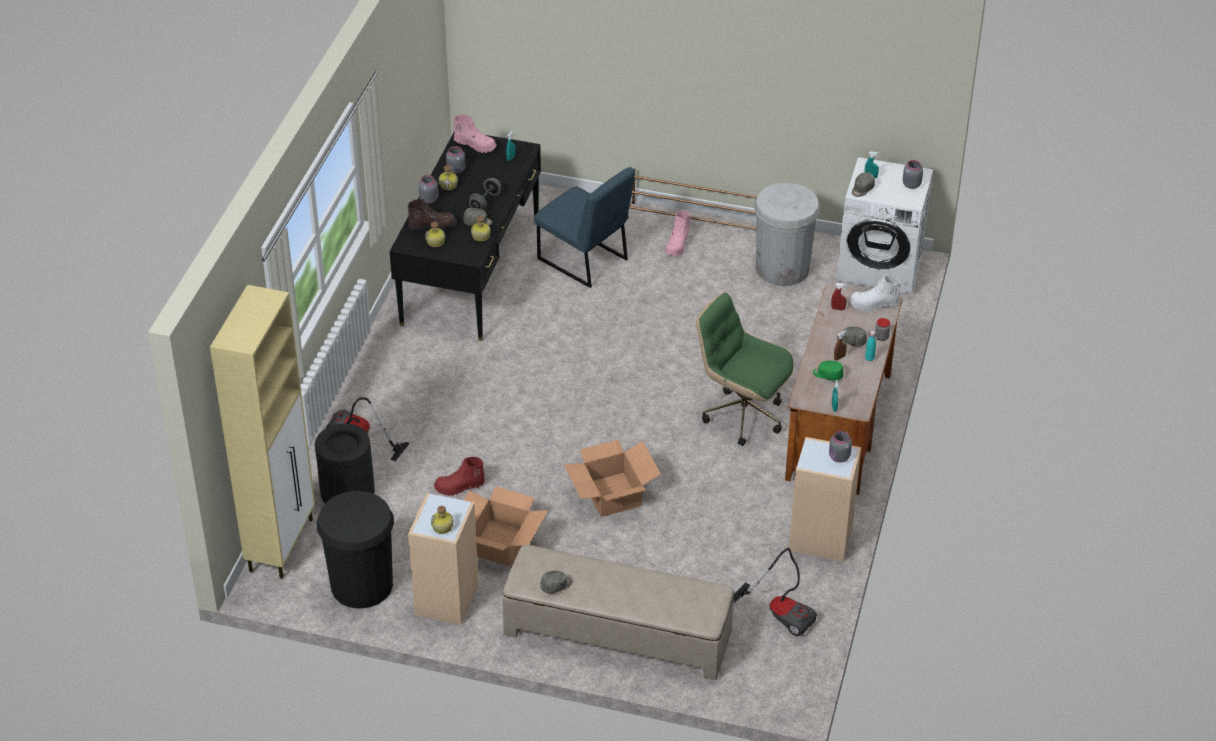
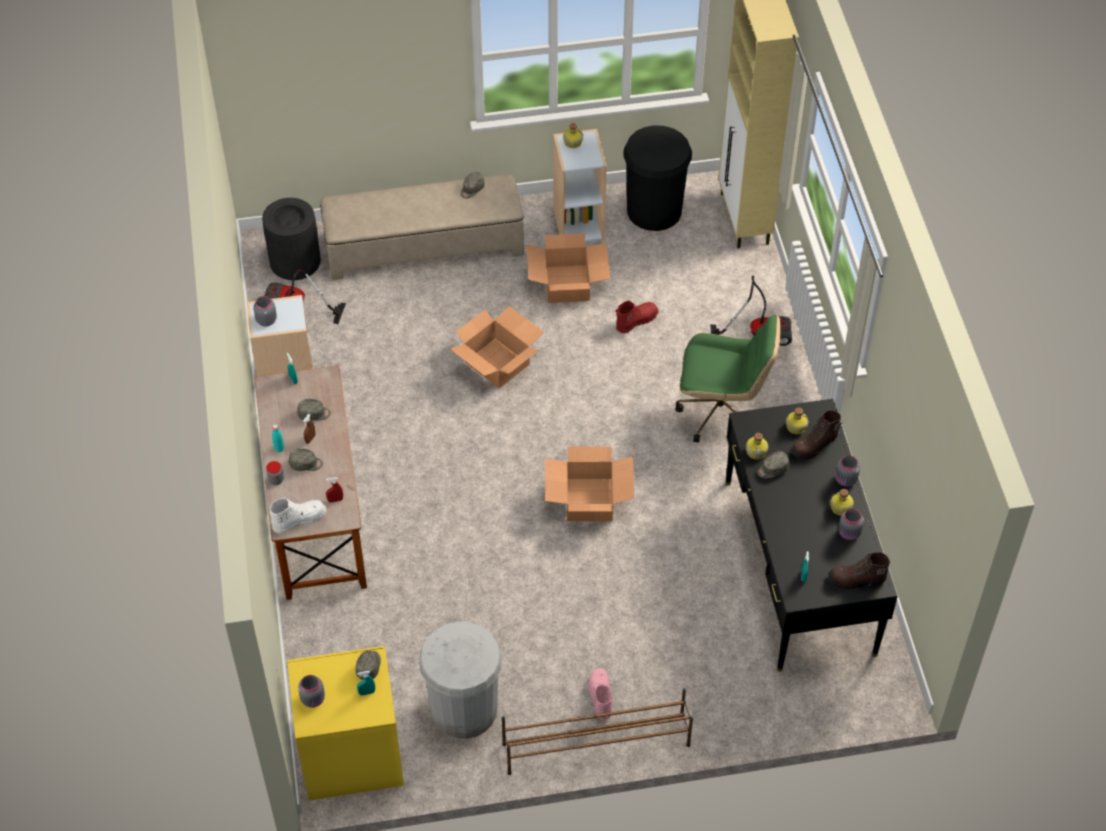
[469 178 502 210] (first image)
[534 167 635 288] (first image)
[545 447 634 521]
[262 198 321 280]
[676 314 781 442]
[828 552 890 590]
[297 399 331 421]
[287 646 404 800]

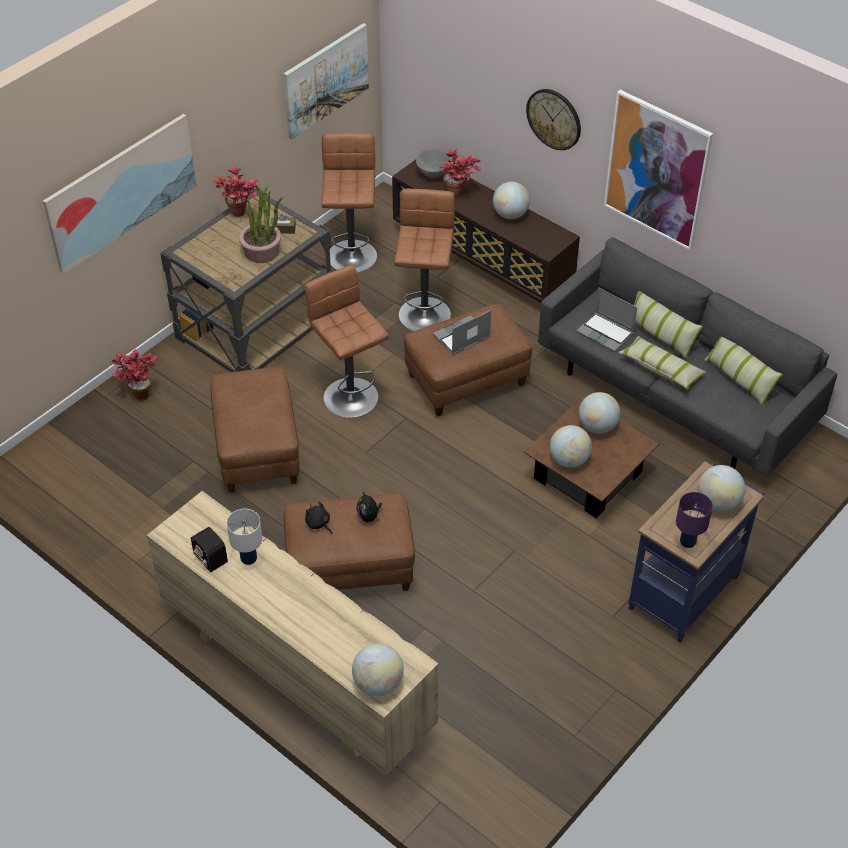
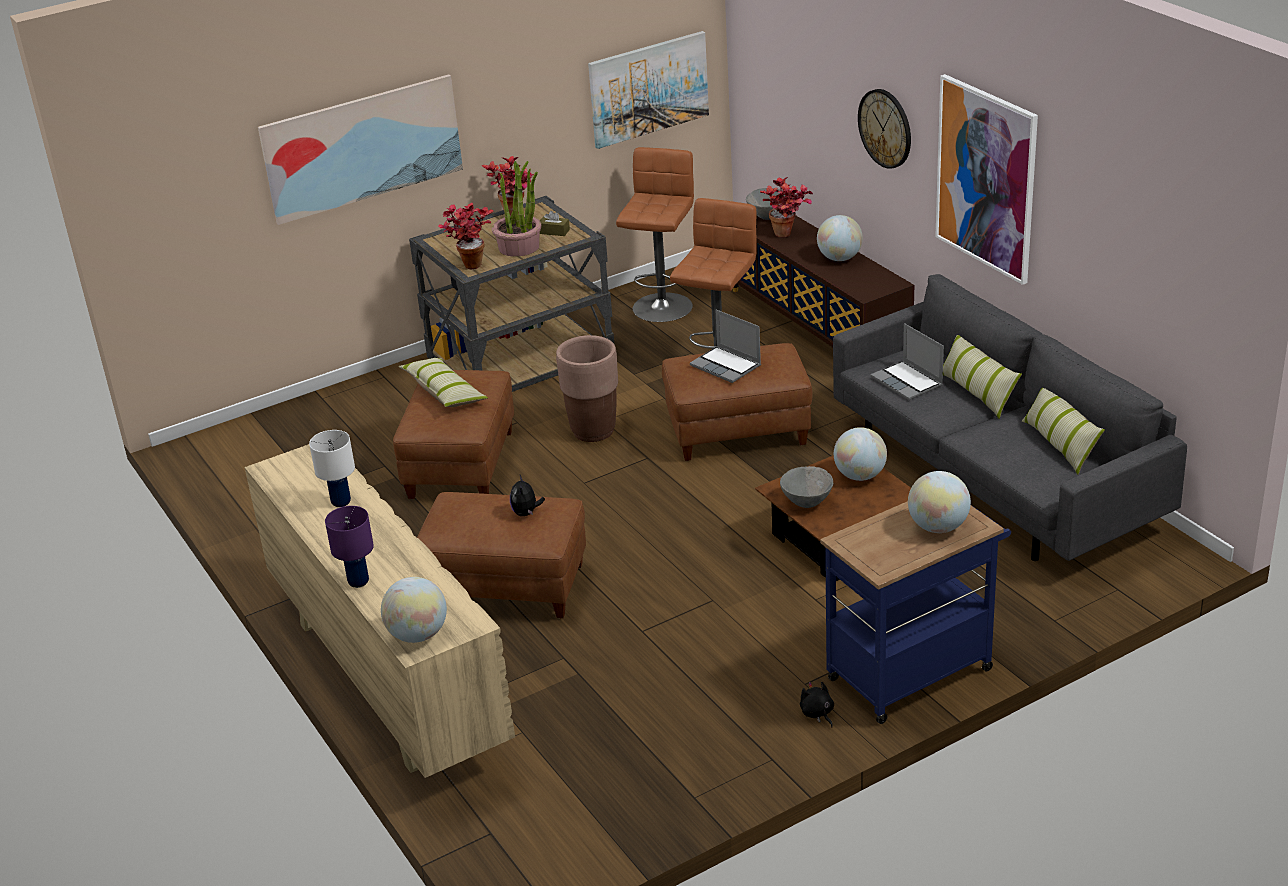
[185 527 228 572] (first image)
[438 203 493 269]
[800 682 834 727]
[399 358 488 407]
[325 506 374 588]
[556 335 618 442]
[780 466 833 508]
[690 310 761 383]

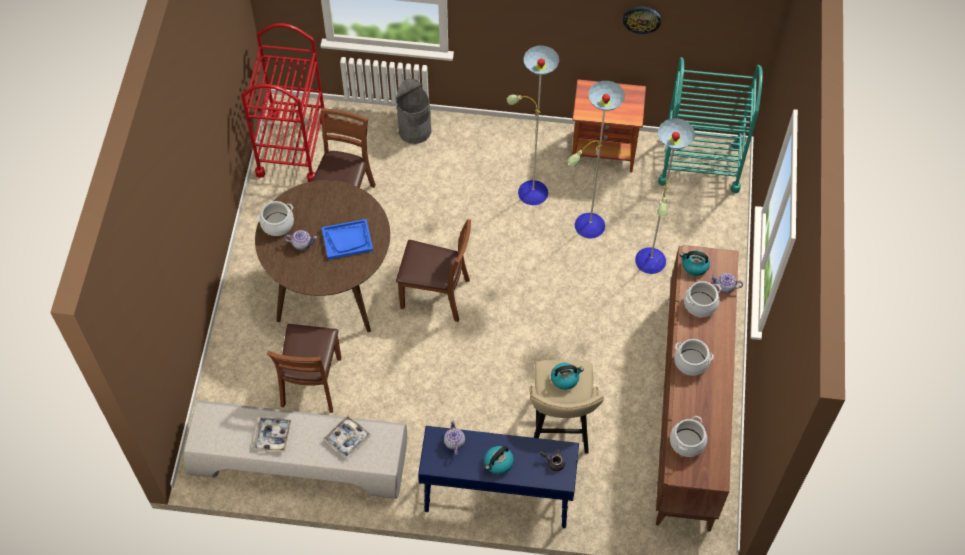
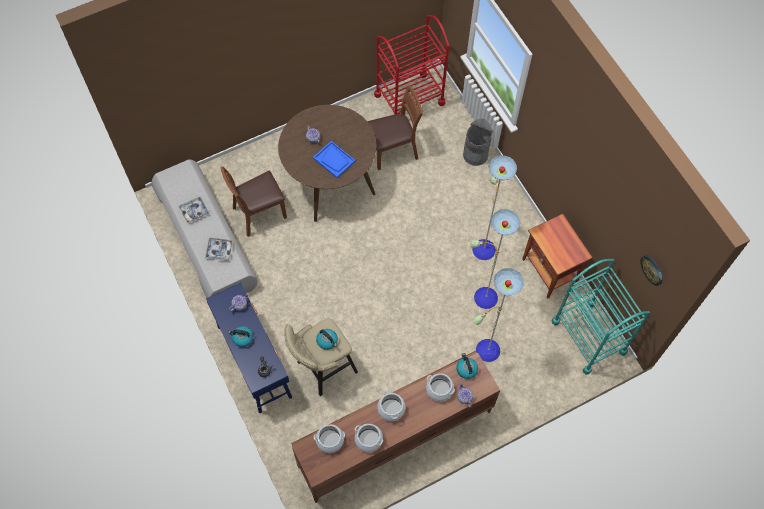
[396 219 471 322] (first image)
[355 424 383 452]
[640 255 663 286]

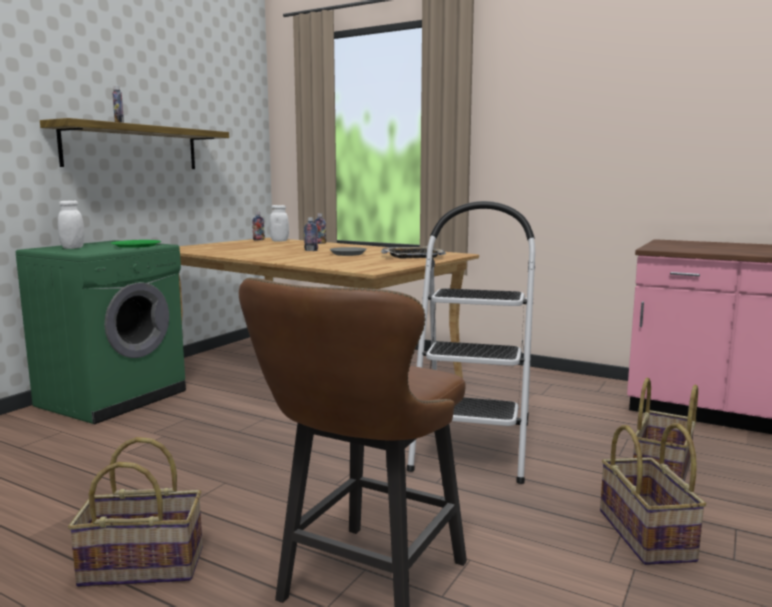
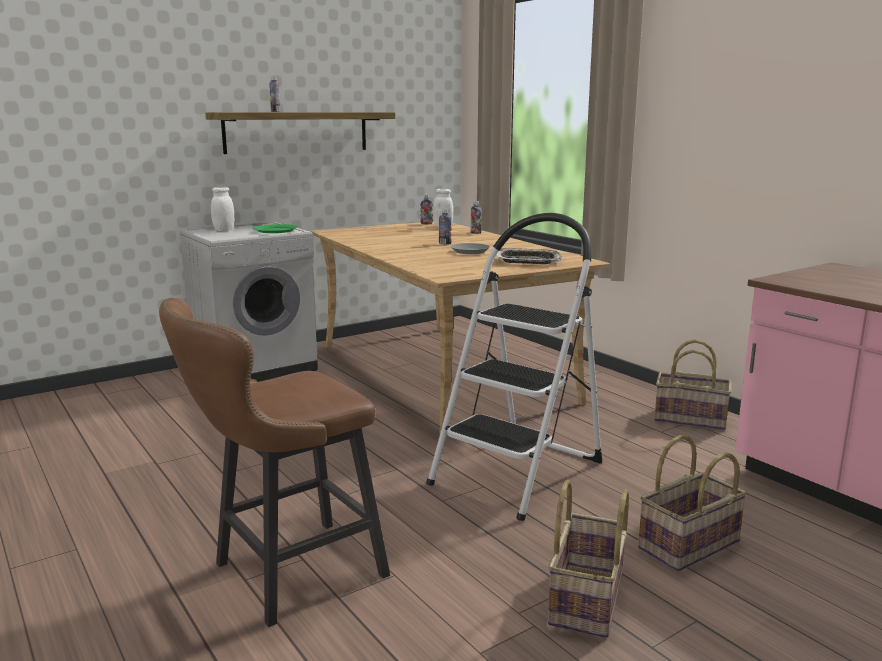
[654 339 731 430]
[180 221 318 382]

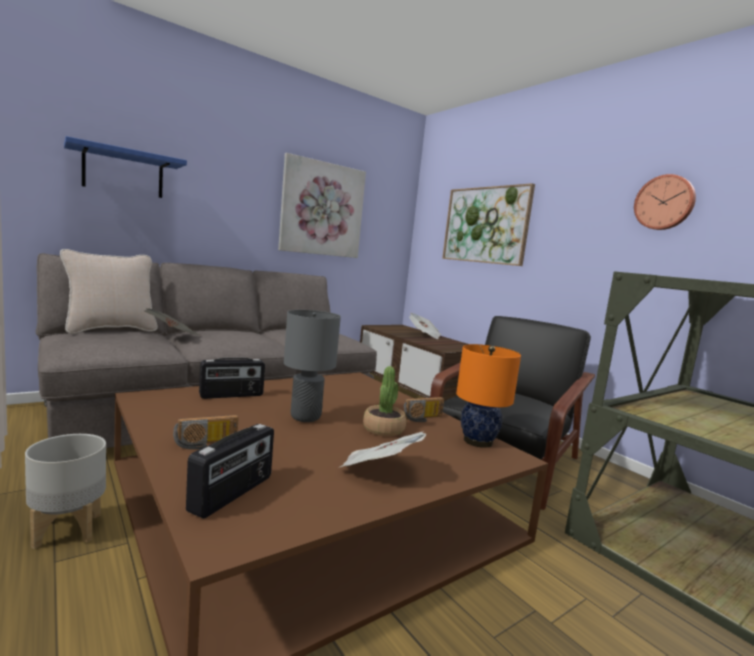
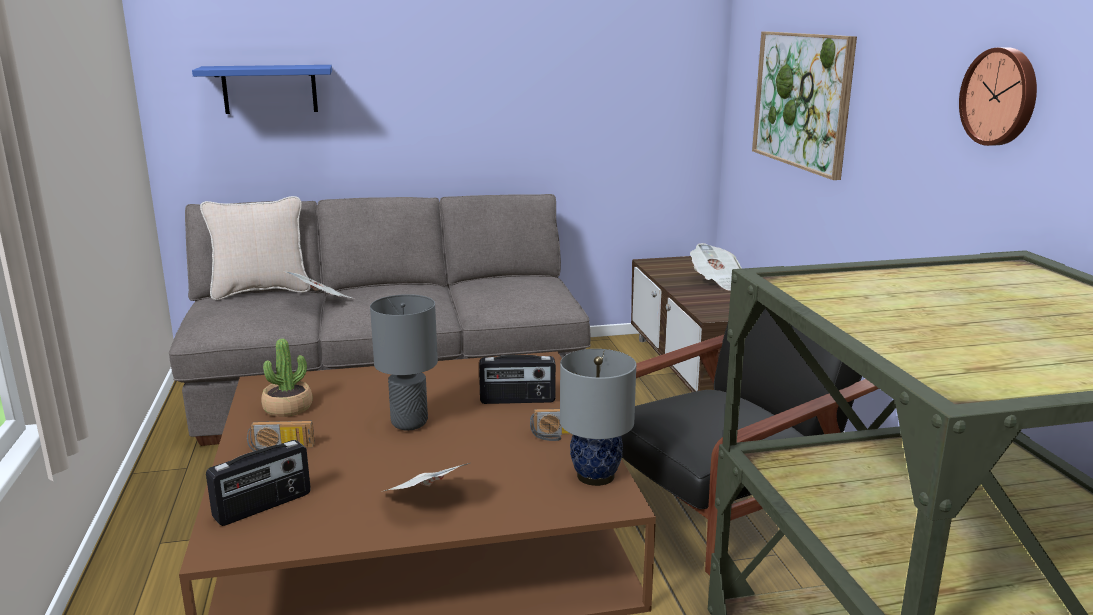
[25 434 106 549] (first image)
[278 153 366 258] (first image)
[479 355 556 404]
[261 339 313 417]
[560 349 636 486]

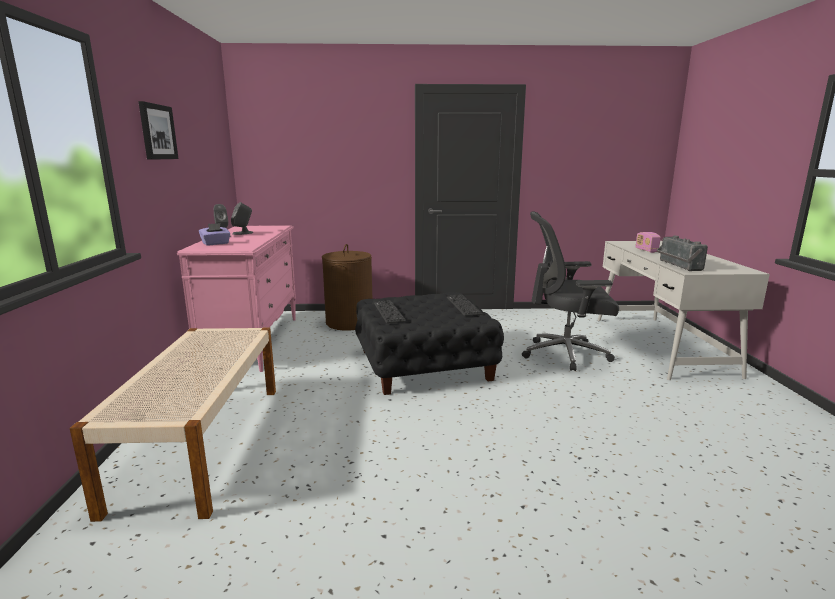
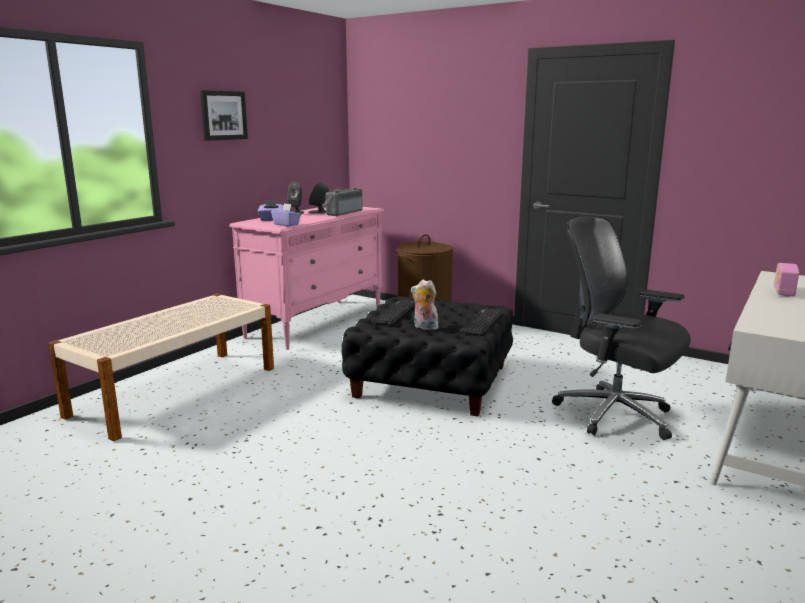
[271 203 301 226]
[411 279 439 330]
[322 187 363 216]

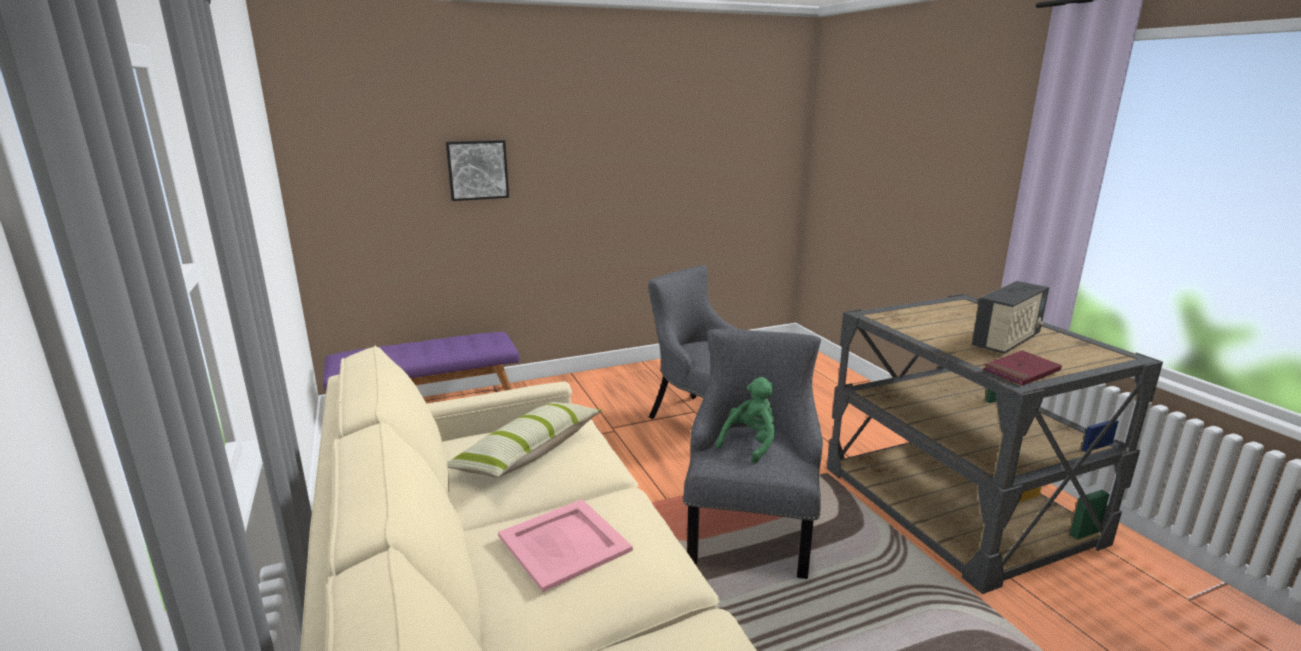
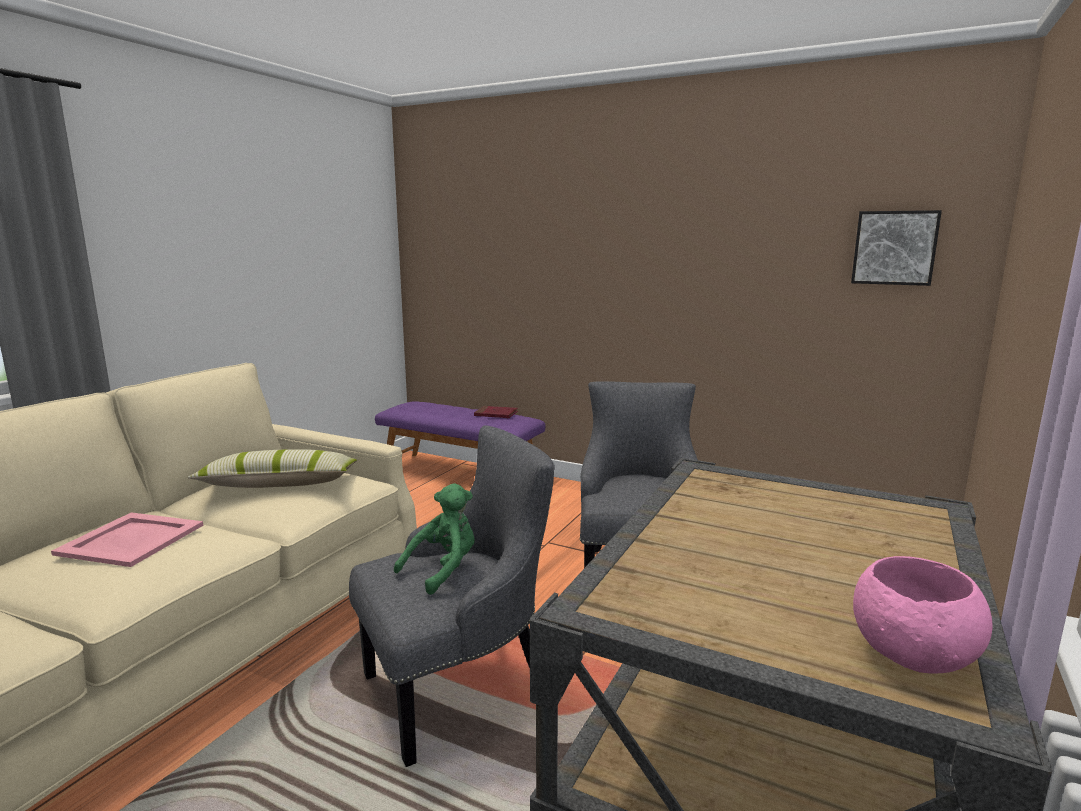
[972 281 1049 354] (first image)
[853 556 992 674]
[851 210 942 286]
[474 406 518 418]
[394 483 475 595]

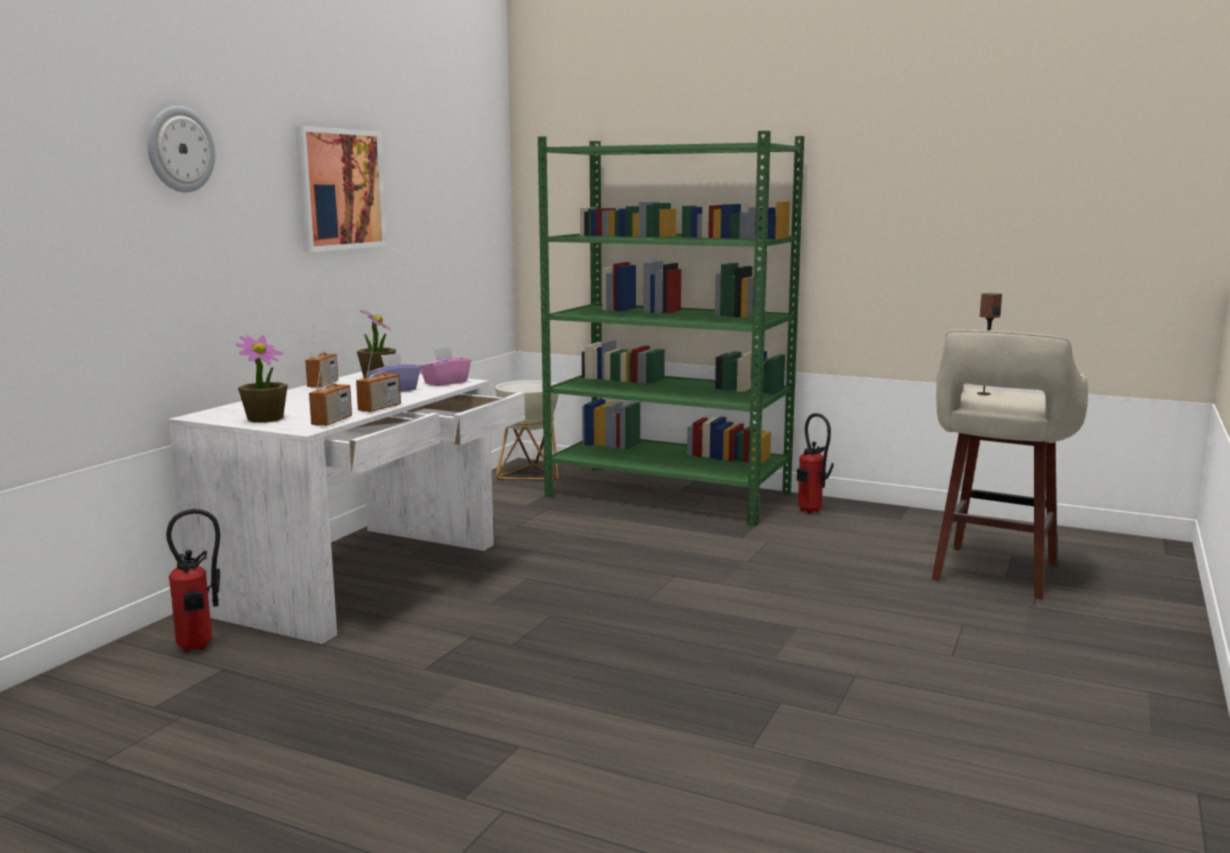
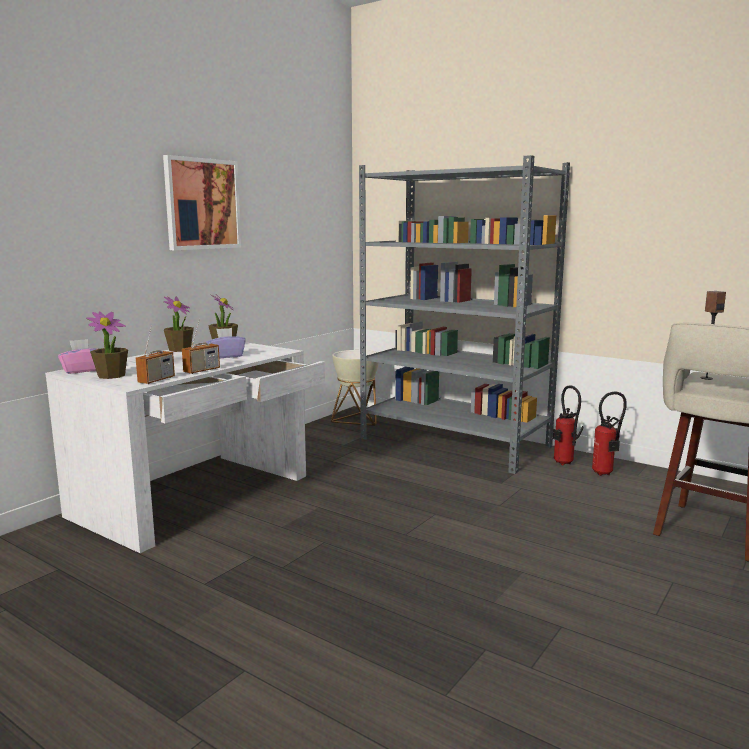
[147 106 215 193] (first image)
[592 392 627 476]
[58 339 96 374]
[163 297 194 352]
[359 155 570 474]

